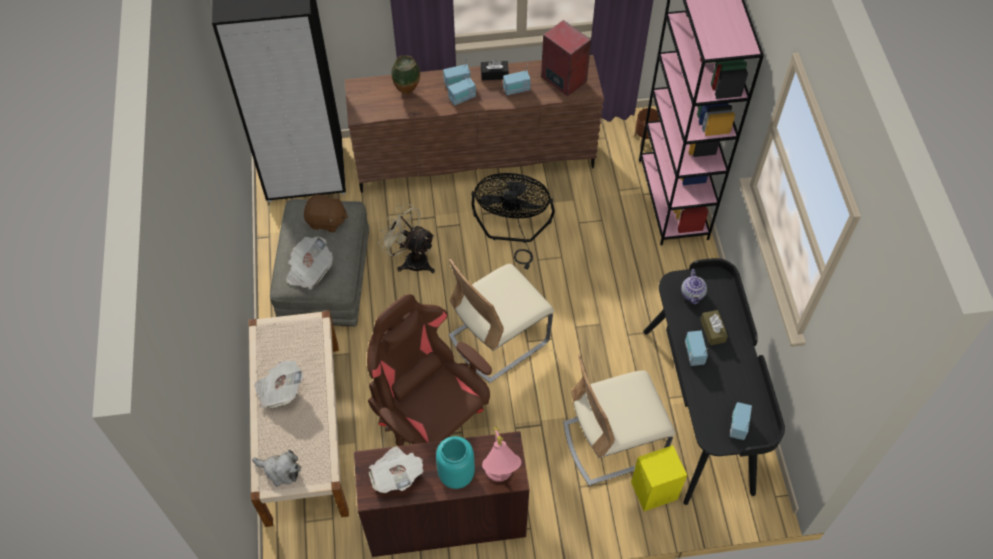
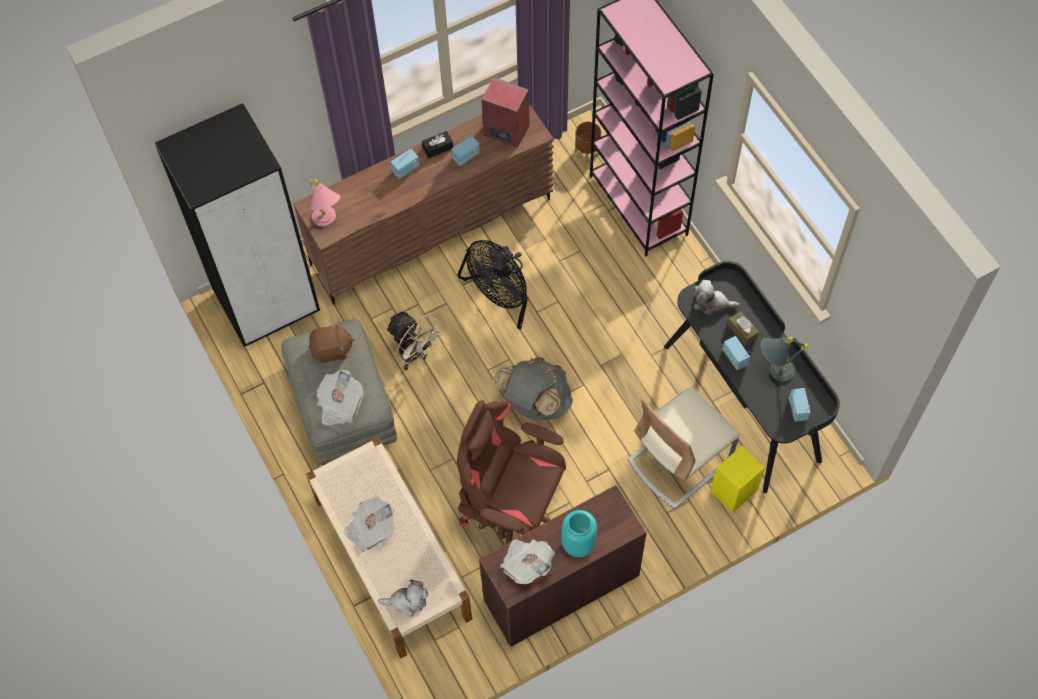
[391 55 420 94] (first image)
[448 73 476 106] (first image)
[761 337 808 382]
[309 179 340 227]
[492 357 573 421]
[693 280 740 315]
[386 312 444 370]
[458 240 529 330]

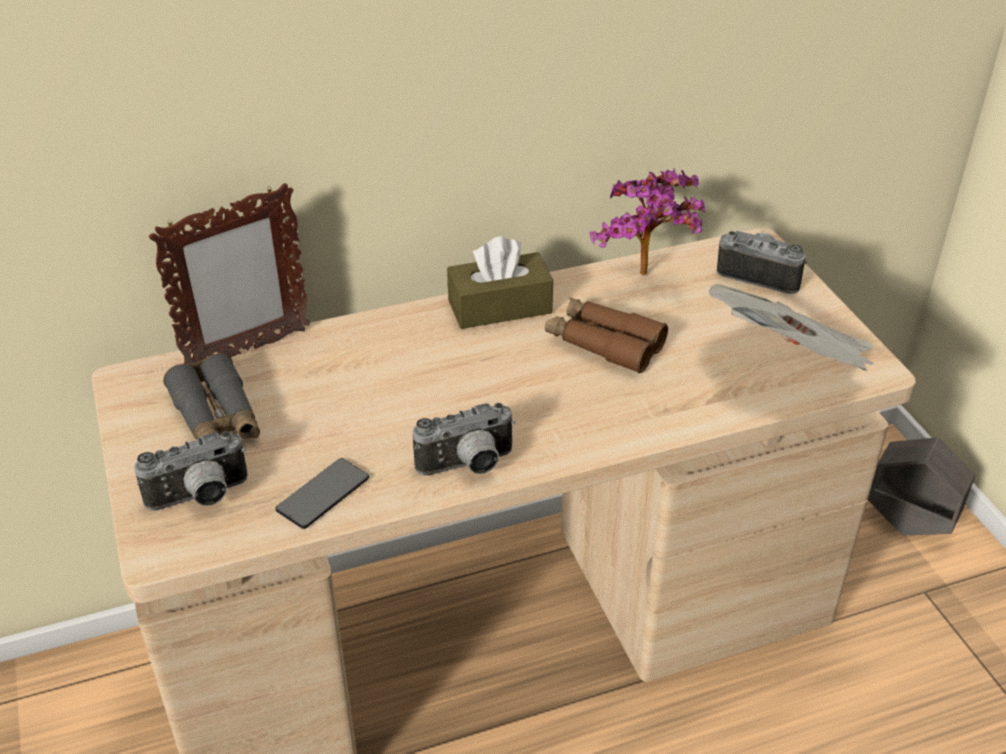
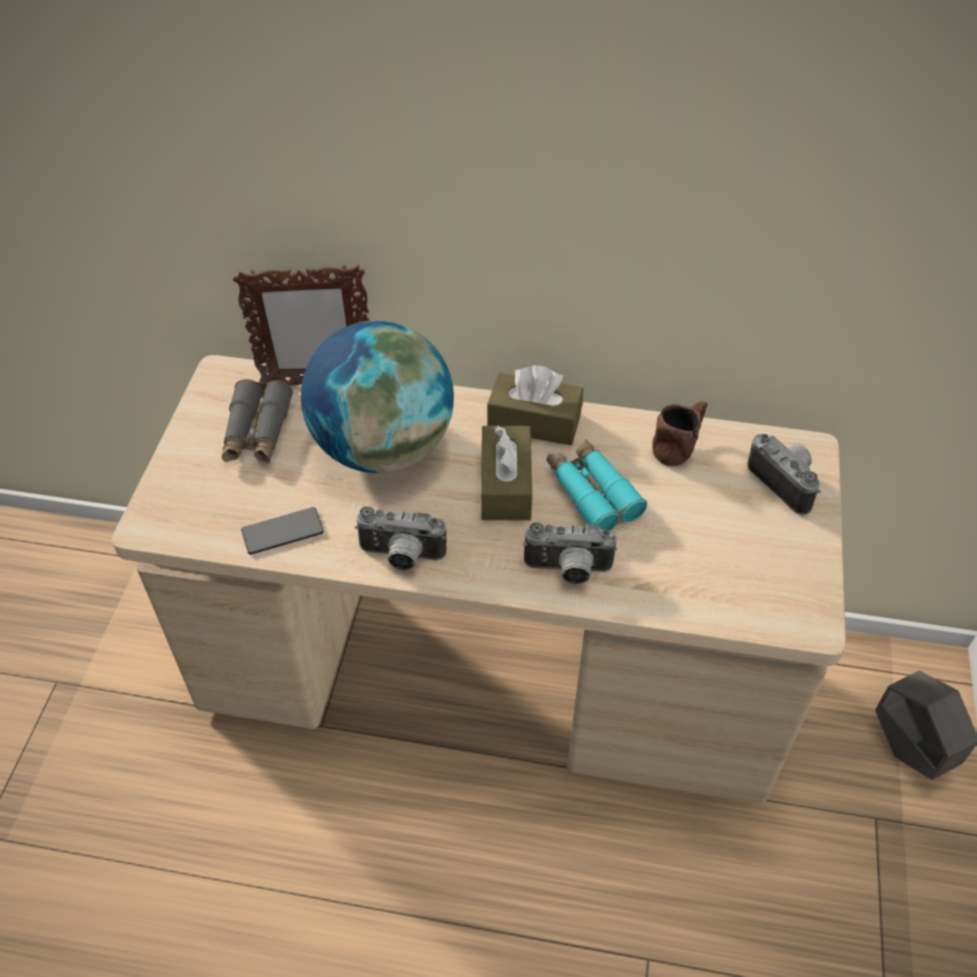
[709 284 873 371] (first image)
[301 320 454 473]
[481 425 532 520]
[523 522 617 585]
[652 401 707 466]
[547 439 647 531]

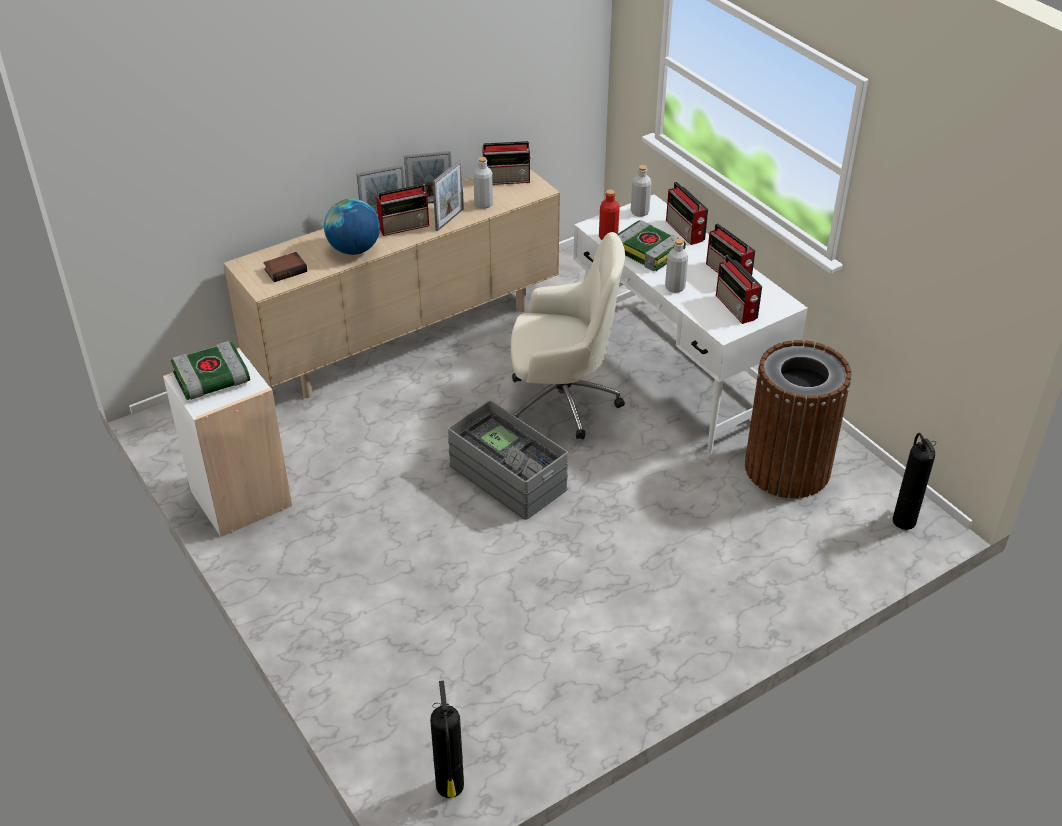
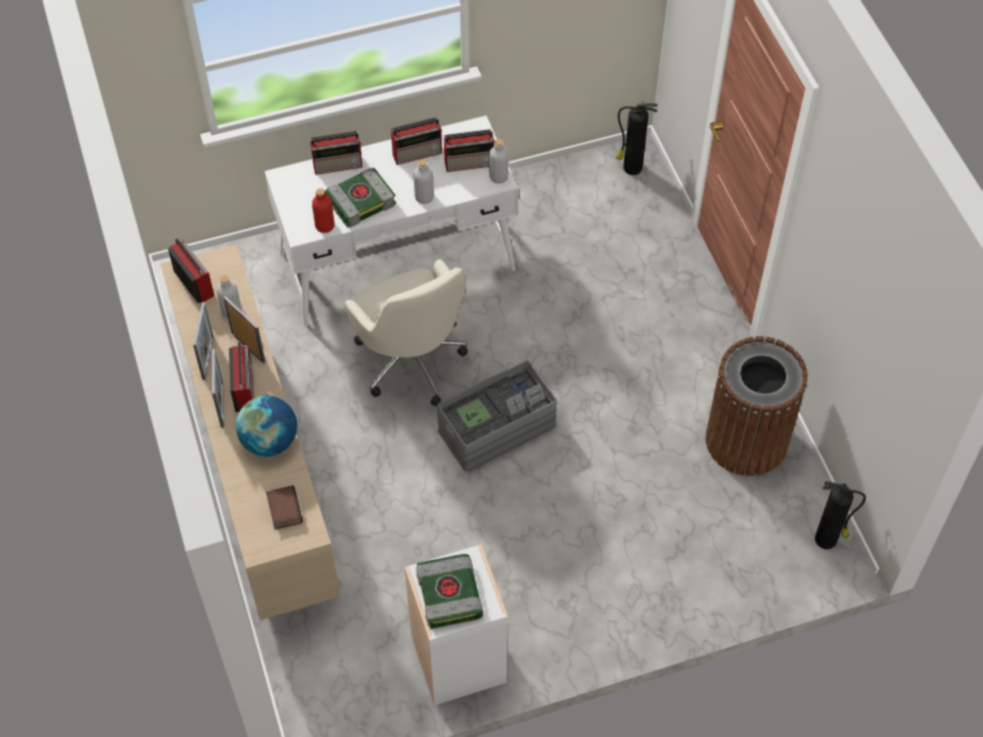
[489 139 509 184]
[705 336 808 476]
[168 238 214 303]
[345 259 468 406]

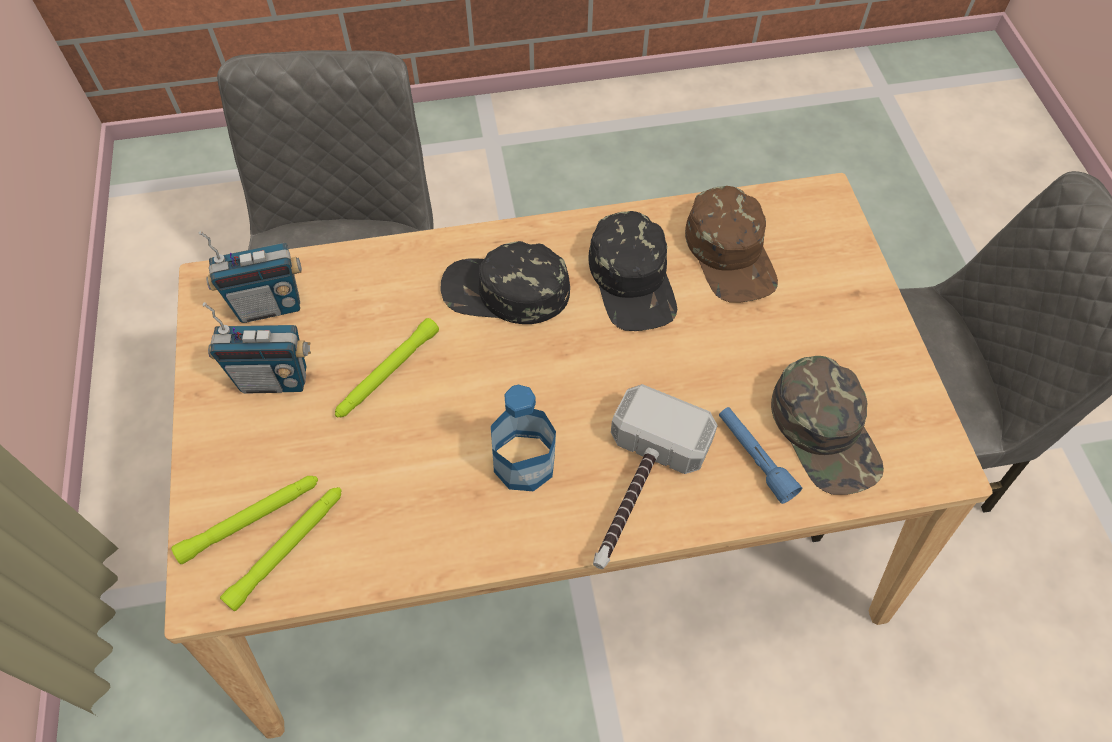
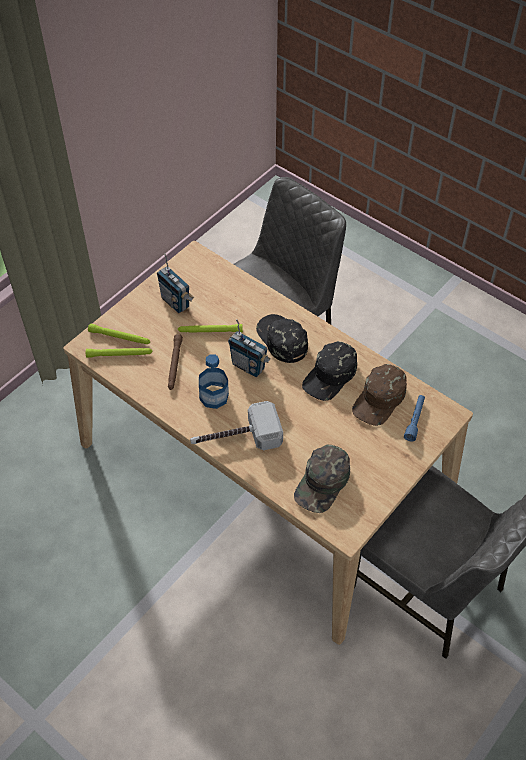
[168 334 183 390]
[228 319 271 377]
[404 395 425 442]

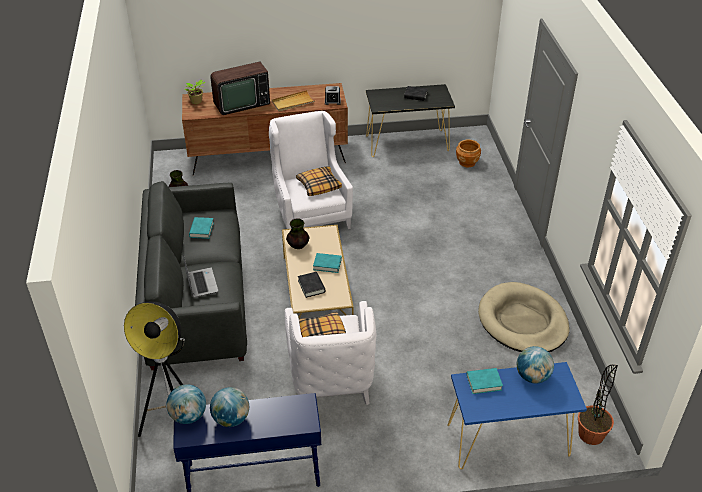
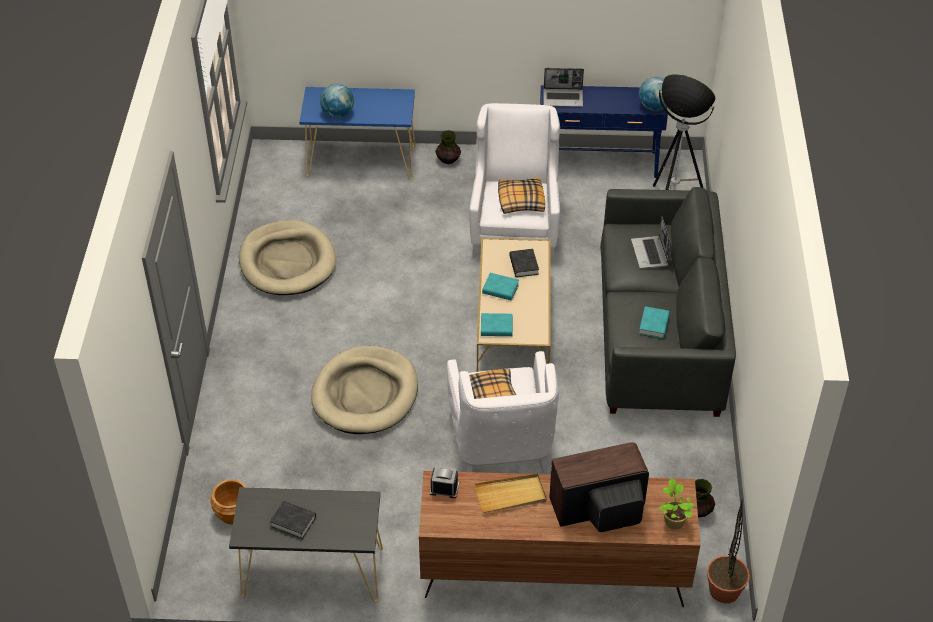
[210 387 249 427] (first image)
[311 346 418 434]
[543 68 584 107]
[436 130 461 164]
[481 313 513 336]
[707 498 750 603]

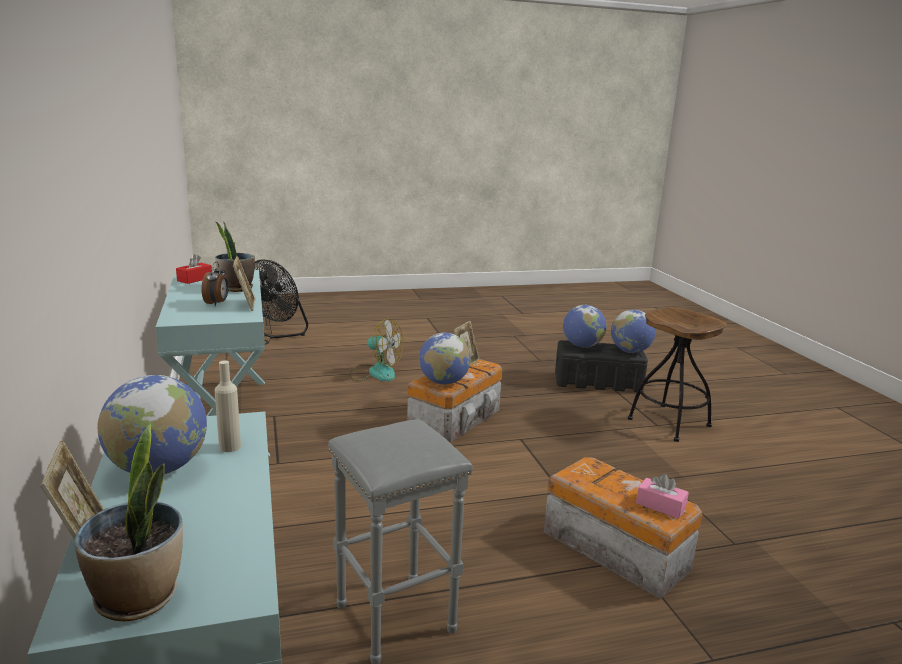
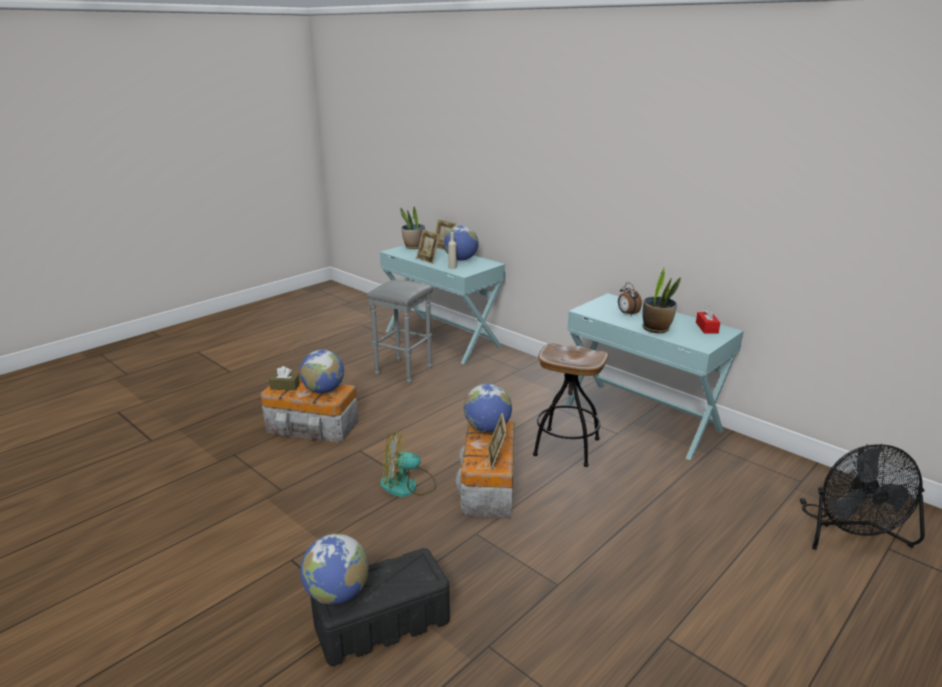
[416 229 440 264]
[380 431 436 497]
[300 350 344 393]
[533 343 609 467]
[269 366 300 390]

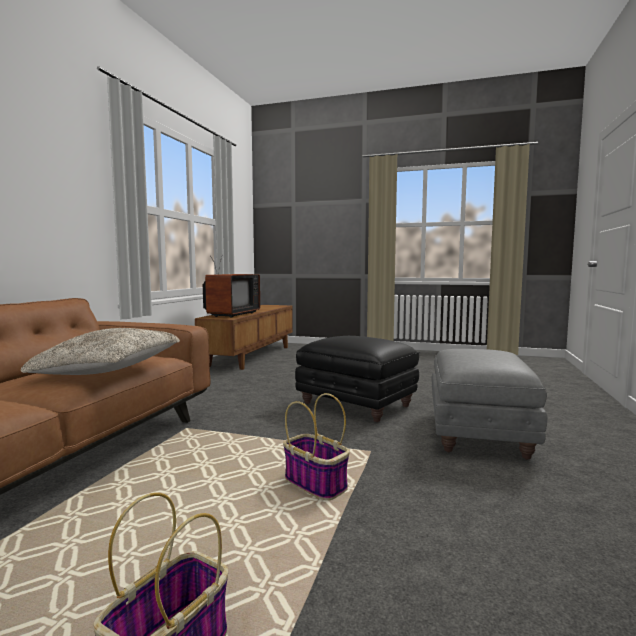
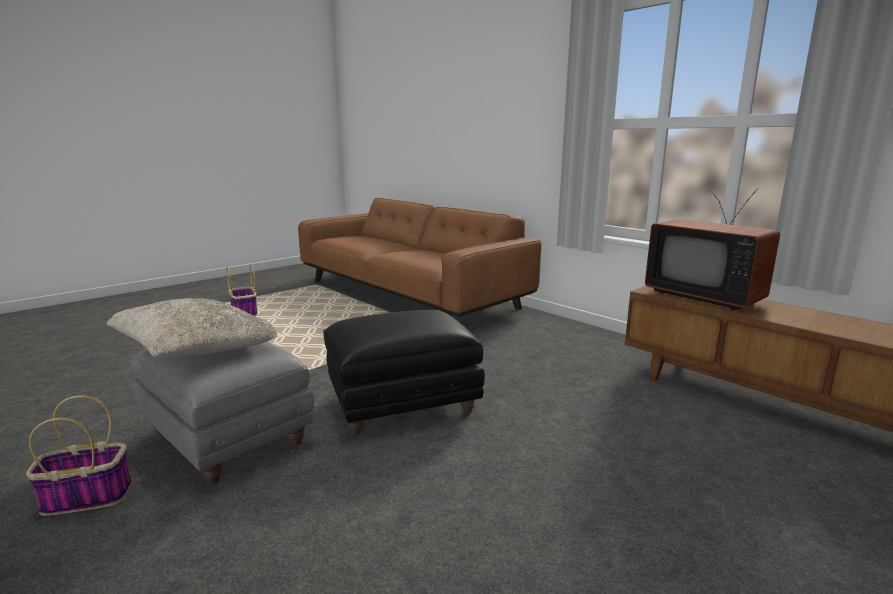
[107 298 277 357]
[26 395 132 516]

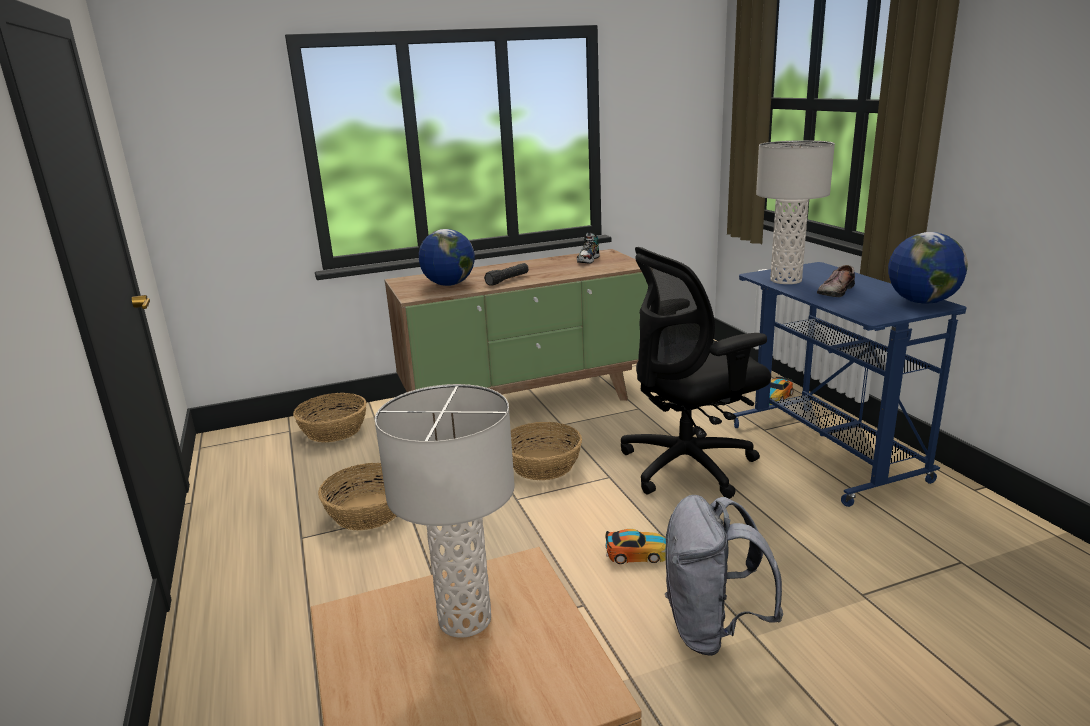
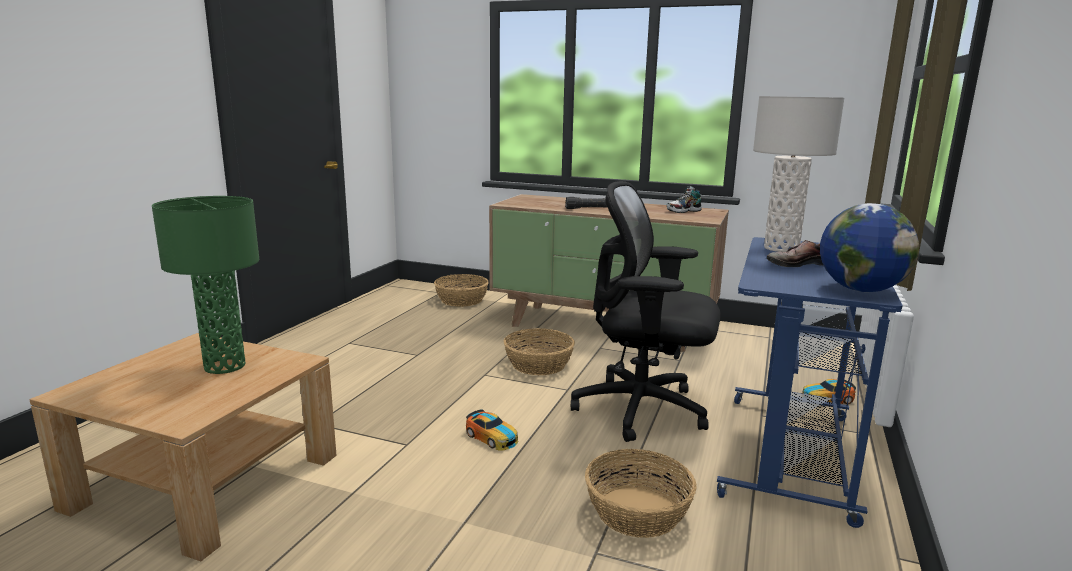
[419 229 475 286] (first image)
[665 495 783 656] (first image)
[585 449 697 538]
[152 196 259 374]

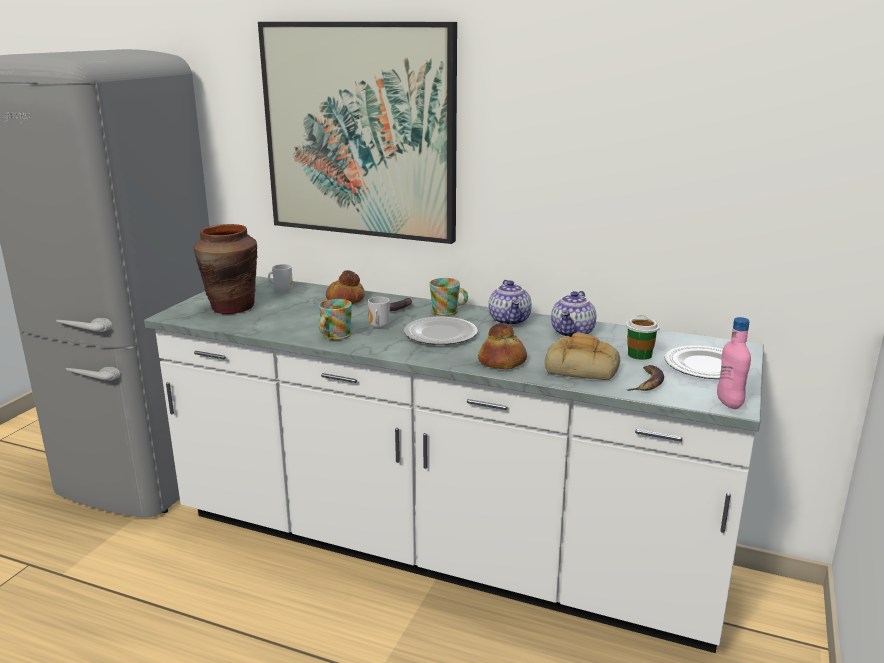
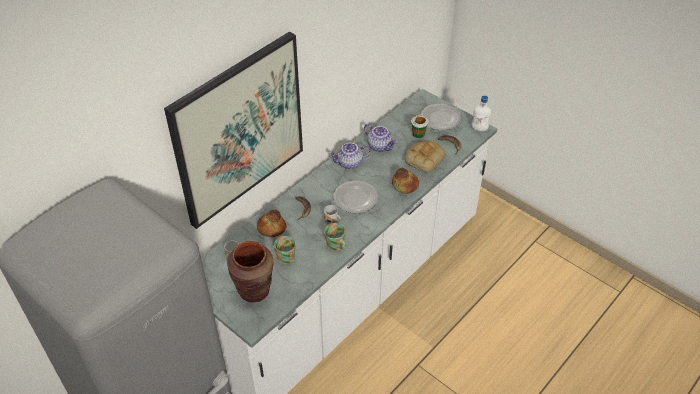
[274 236 296 265]
[472 95 491 131]
[328 143 371 170]

